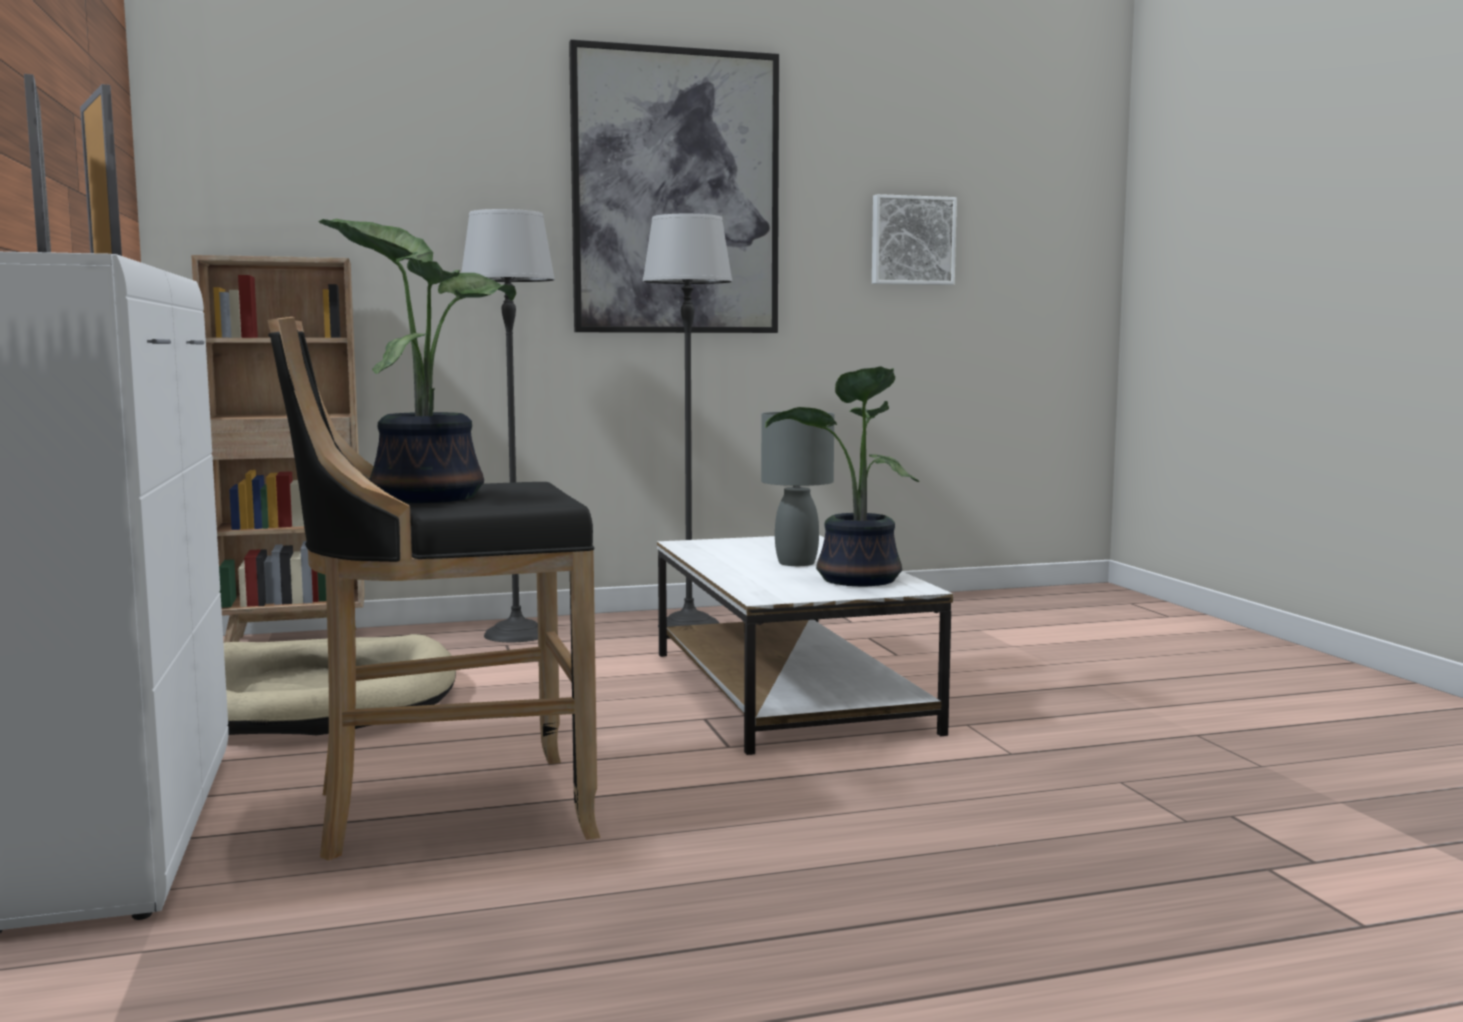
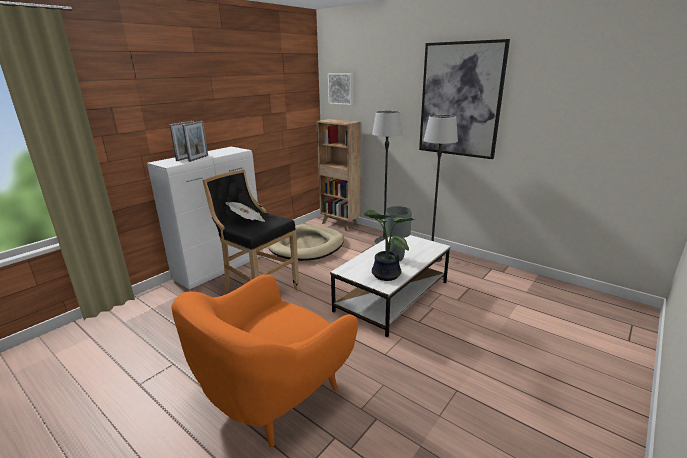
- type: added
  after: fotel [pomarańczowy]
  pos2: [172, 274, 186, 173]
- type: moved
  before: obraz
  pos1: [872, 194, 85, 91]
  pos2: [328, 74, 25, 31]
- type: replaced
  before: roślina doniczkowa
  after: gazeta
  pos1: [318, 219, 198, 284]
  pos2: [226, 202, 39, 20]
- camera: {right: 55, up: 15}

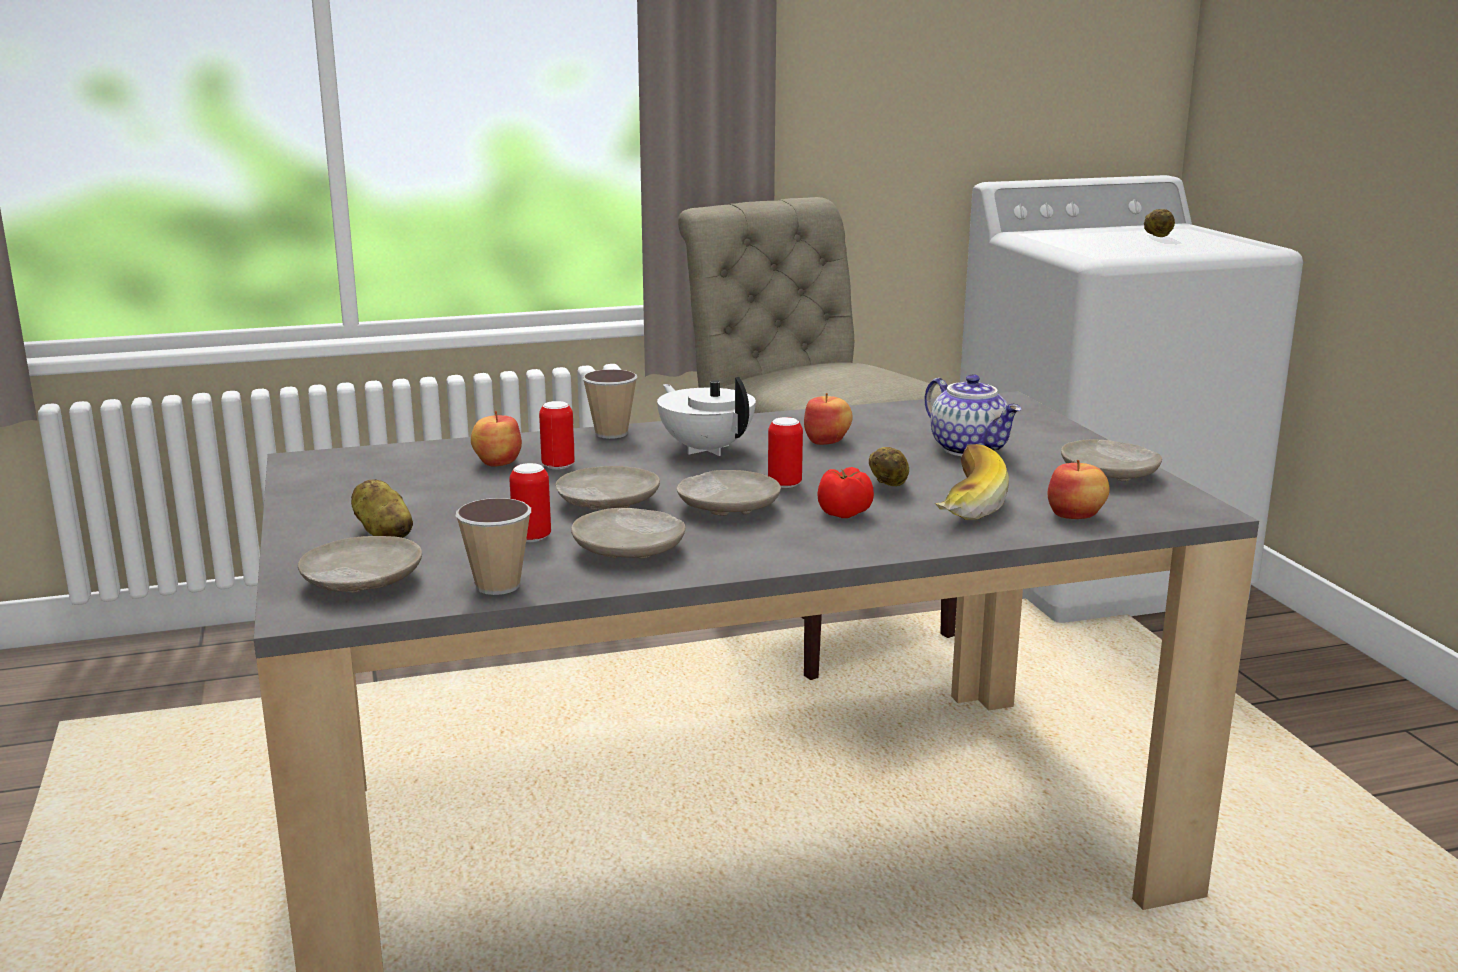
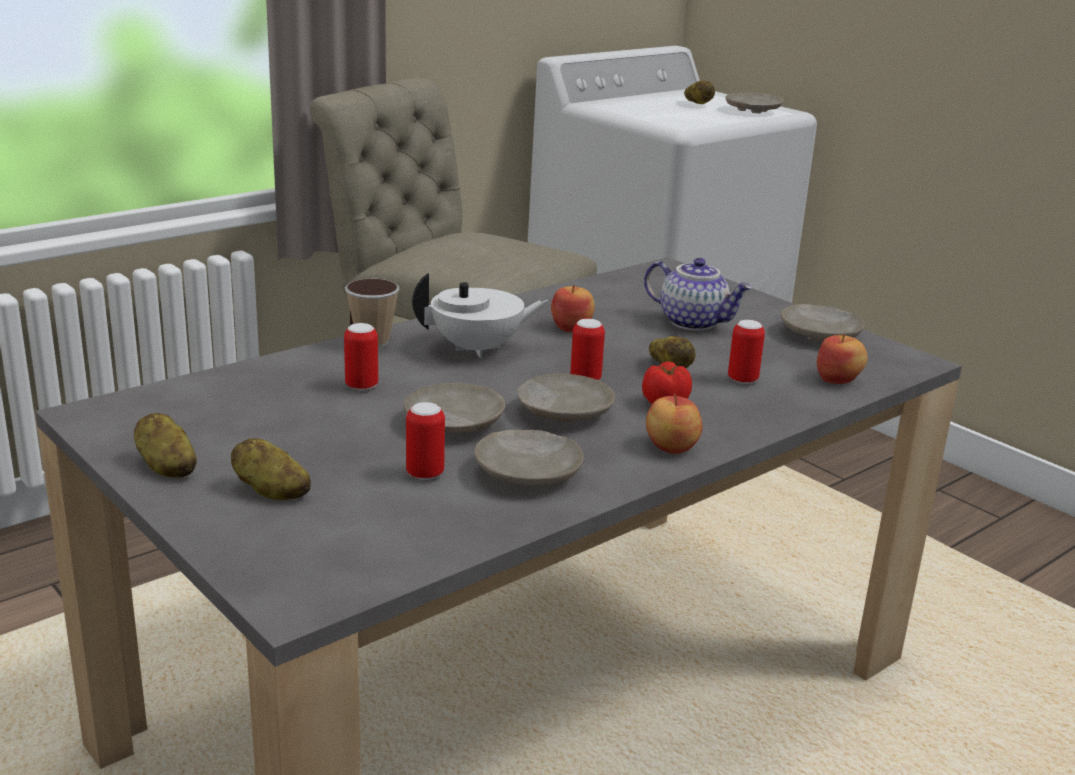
- type: removed
  before: filiżanka
  pos1: [456, 498, 75, 97]
- type: added
  after: ziemniak
  pos2: [134, 413, 63, 65]
- type: moved
  before: talerz [beżowy]
  pos1: [298, 536, 124, 57]
  pos2: [725, 93, 58, 20]
- type: moved
  before: jabłko
  pos1: [471, 411, 51, 56]
  pos2: [646, 394, 56, 60]
- type: replaced
  before: banan
  after: puszka
  pos1: [935, 444, 74, 76]
  pos2: [728, 320, 37, 64]
- type: turned
  before: imbryk [biały]
  pos1: [657, 377, 99, 79]
  pos2: [412, 273, 137, 86]
  turn: 135
- camera: {right: -25, up: 5}

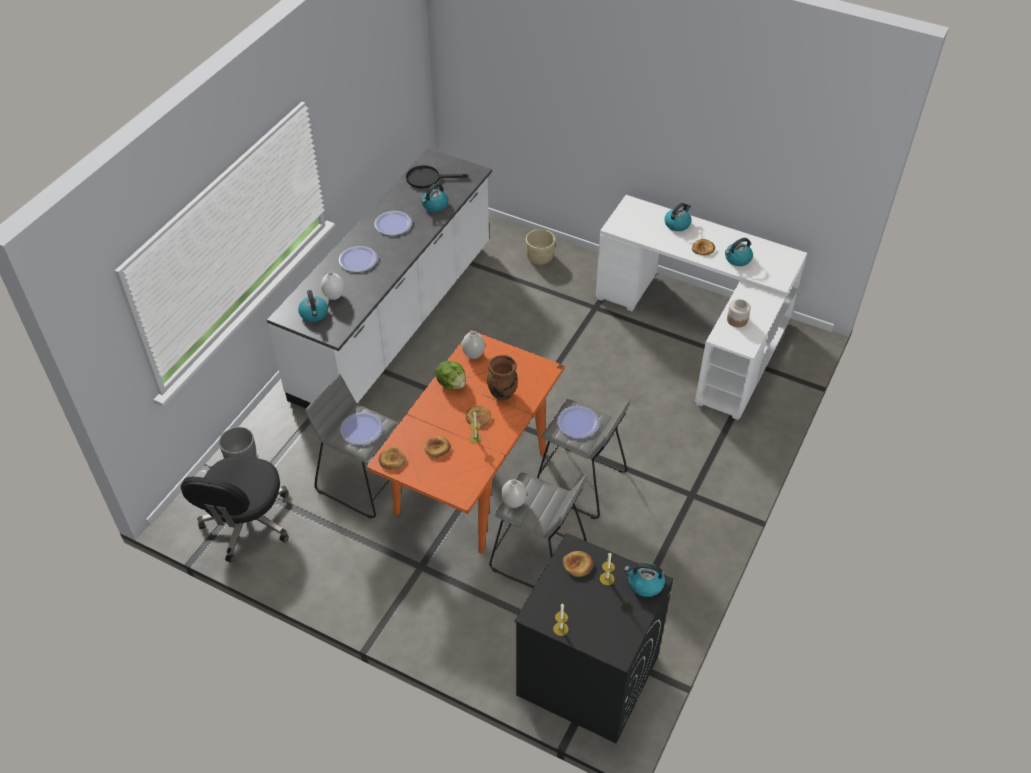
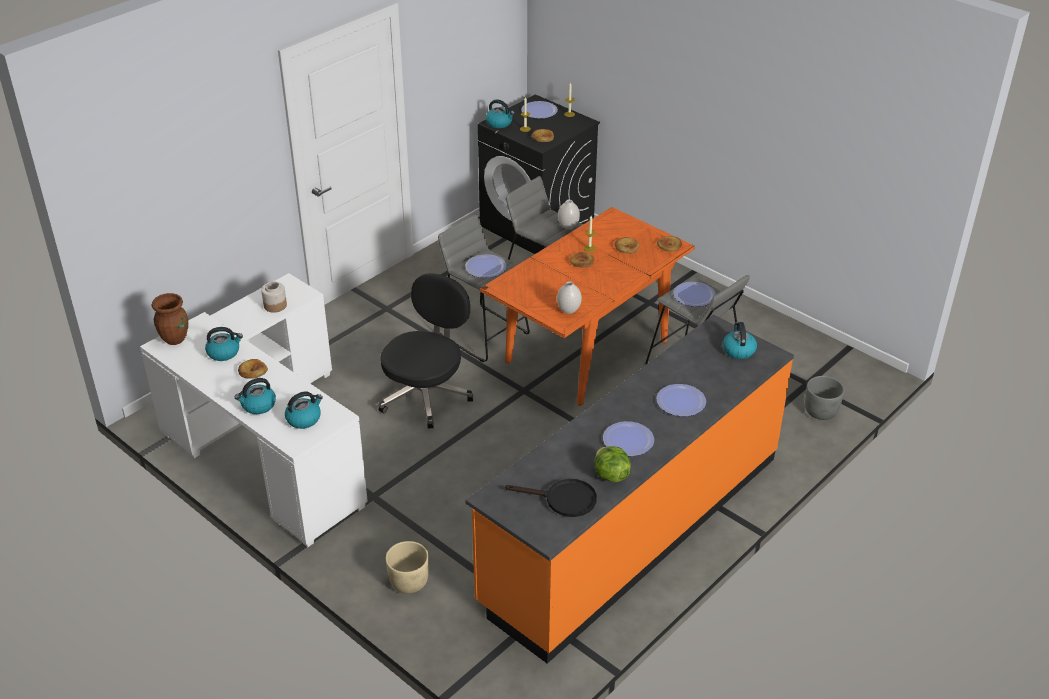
- type: removed
  before: wazon [biały]
  pos1: [321, 272, 23, 28]
- type: added
  after: talerz
  pos2: [521, 101, 37, 18]
- type: moved
  before: krzesło biurowe [czarny]
  pos1: [181, 456, 108, 106]
  pos2: [378, 273, 95, 155]
- type: moved
  before: czajnik
  pos1: [422, 183, 26, 29]
  pos2: [285, 392, 38, 37]
- type: moved
  before: sałata
  pos1: [436, 361, 29, 28]
  pos2: [594, 446, 37, 36]
- type: moved
  before: wazon [brązowy]
  pos1: [487, 355, 31, 46]
  pos2: [151, 293, 37, 52]
- type: recoloured
  before: zabudowa kuchenna [biały]
  after: zabudowa kuchenna [pomarańczowy]
  pos1: [267, 148, 225, 260]
  pos2: [465, 315, 329, 349]
- camera: {right: -165, up: -10}

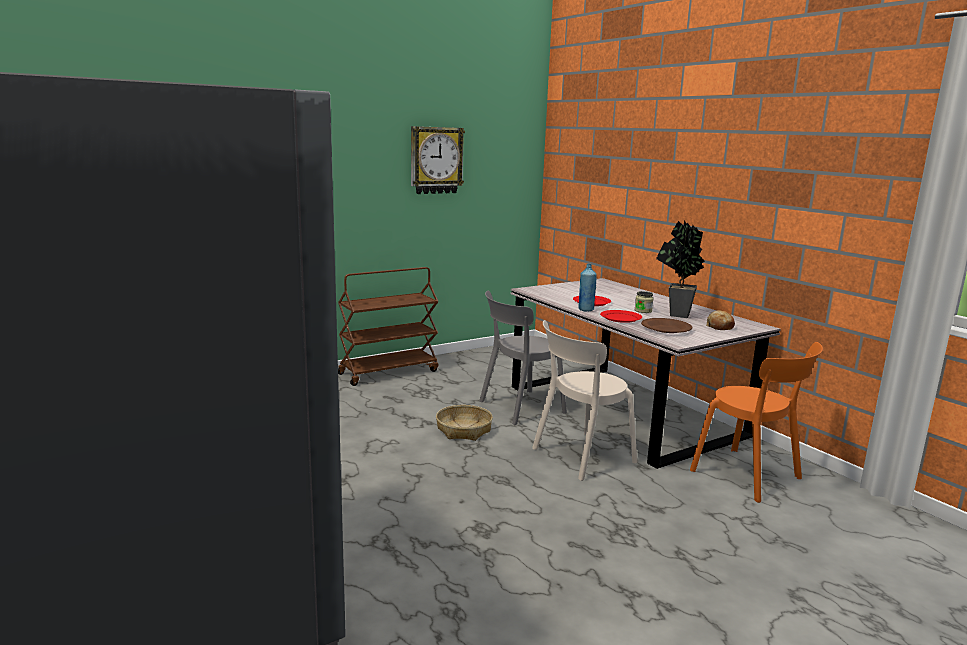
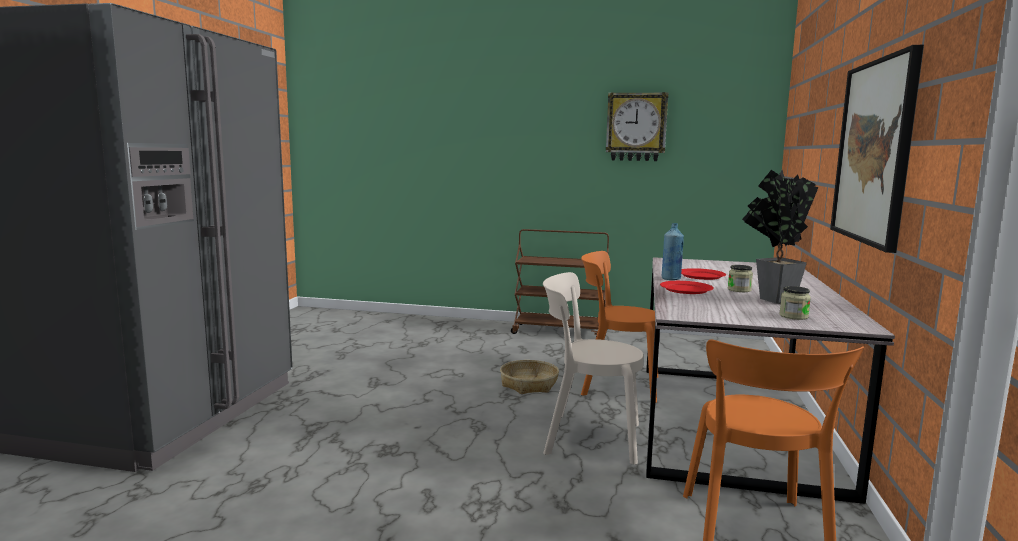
- type: removed
  before: talerz [brązowy]
  pos1: [641, 318, 51, 15]
- type: added
  after: obraz
  pos2: [830, 45, 94, 208]
- type: replaced
  before: chleb
  after: słoik
  pos1: [706, 310, 29, 20]
  pos2: [779, 286, 32, 34]
- type: recoloured
  before: krzesło [szary]
  after: krzesło [pomarańczowy]
  pos1: [479, 291, 88, 134]
  pos2: [581, 251, 77, 152]
- camera: {right: 45, up: -5}

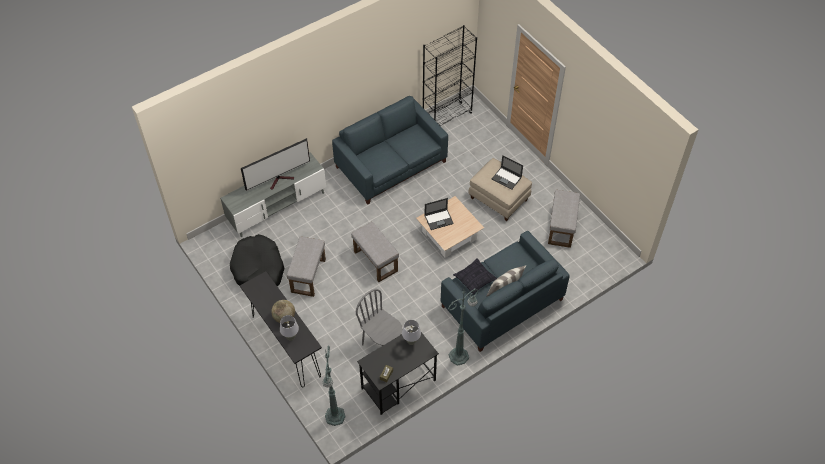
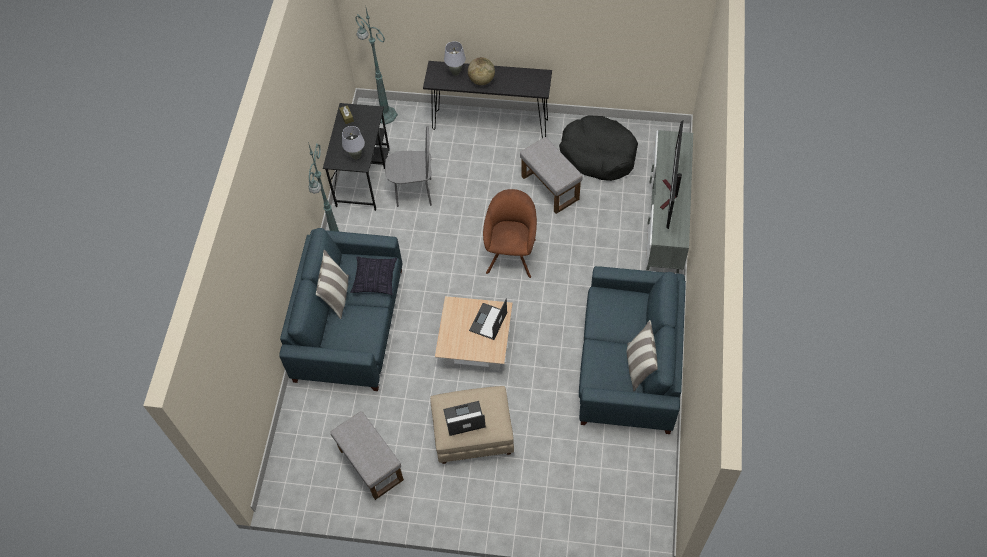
- type: removed
  before: regał [czarny]
  pos1: [423, 25, 54, 101]
- type: added
  after: poduszka
  pos2: [627, 320, 31, 72]
- type: replaced
  before: pufa [szary]
  after: fotel [brązowy]
  pos1: [351, 222, 48, 60]
  pos2: [483, 189, 54, 89]
- camera: {right: 135, up: 5}

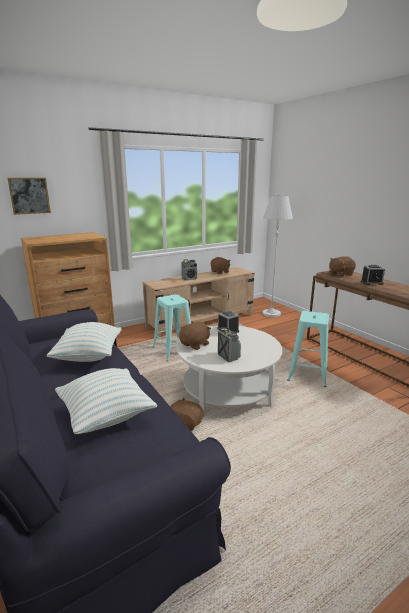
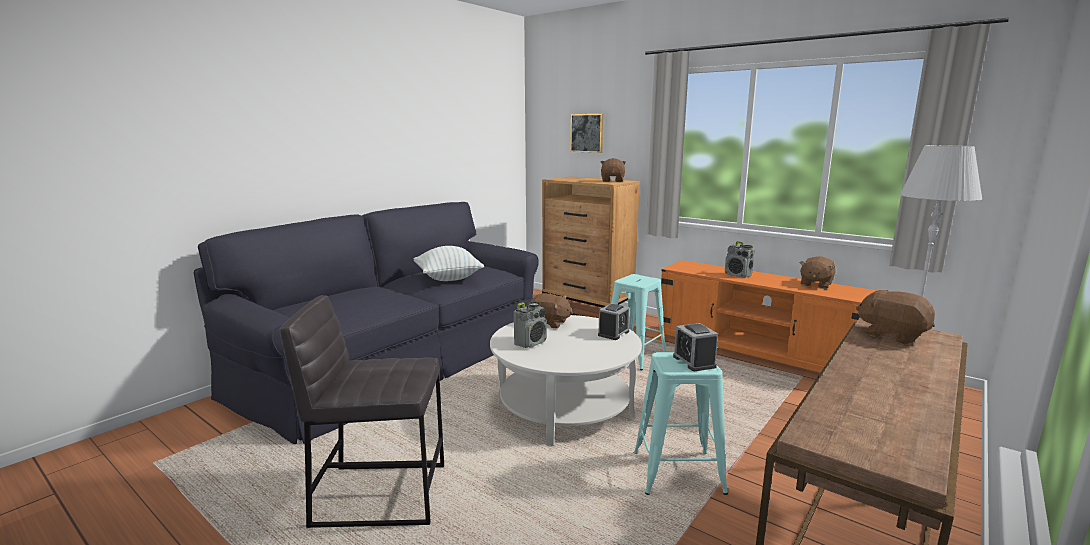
- type: removed
  before: poduszka
  pos1: [55, 368, 102, 66]
- type: added
  after: stołek [szary]
  pos2: [280, 295, 164, 233]
- type: moved
  before: pluszak [brązowy]
  pos1: [170, 397, 33, 34]
  pos2: [601, 158, 25, 24]
- type: moved
  before: budzik
  pos1: [361, 265, 24, 20]
  pos2: [673, 323, 45, 48]
- type: recoloured
  before: szafka pod telewizor [beżowy]
  after: szafka pod telewizor [pomarańczowy]
  pos1: [143, 267, 112, 71]
  pos2: [658, 260, 219, 113]
- camera: {right: 70, up: -5}

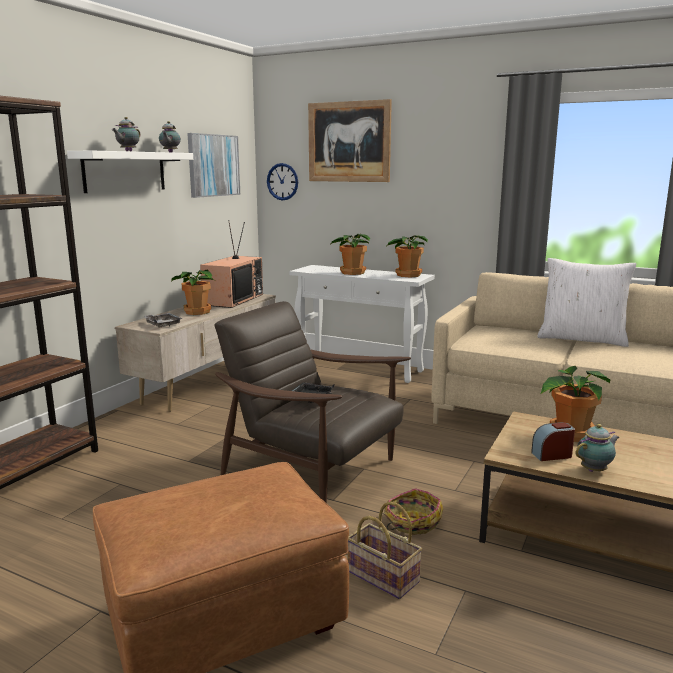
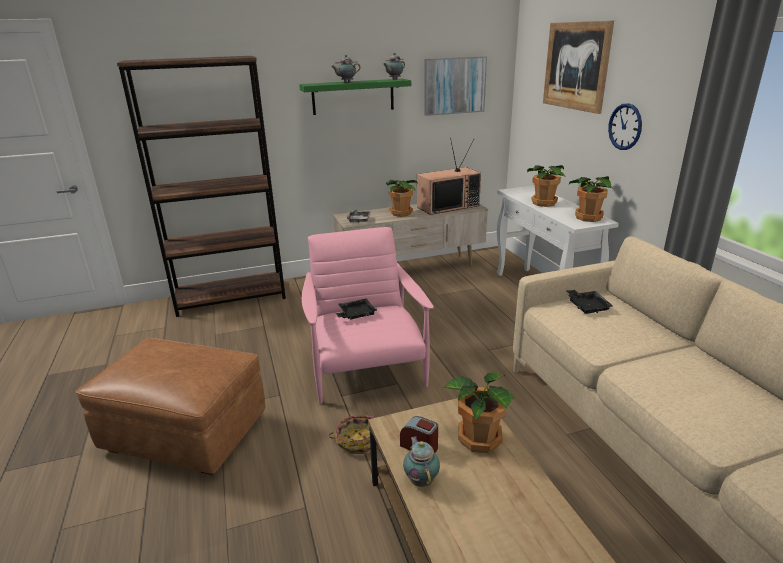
- type: removed
  before: koszyk
  pos1: [348, 502, 74, 97]
- type: removed
  before: poduszka [biały]
  pos1: [537, 258, 99, 89]
- type: added
  after: taca [czarny]
  pos2: [566, 290, 47, 24]
- type: moved
  before: zegar ścienny
  pos1: [267, 163, 31, 38]
  pos2: [608, 103, 34, 47]
- type: recoloured
  before: półka [biały]
  after: półka [zielony]
  pos1: [67, 150, 126, 43]
  pos2: [299, 79, 112, 36]
- type: recoloured
  before: fotel [brązowy]
  after: fotel [różowy]
  pos1: [215, 301, 196, 202]
  pos2: [302, 227, 132, 177]
- type: turned
  before: imbryk
  pos1: [576, 424, 44, 48]
  pos2: [403, 436, 37, 51]
  turn: -120
- camera: {right: 45, up: 10}

